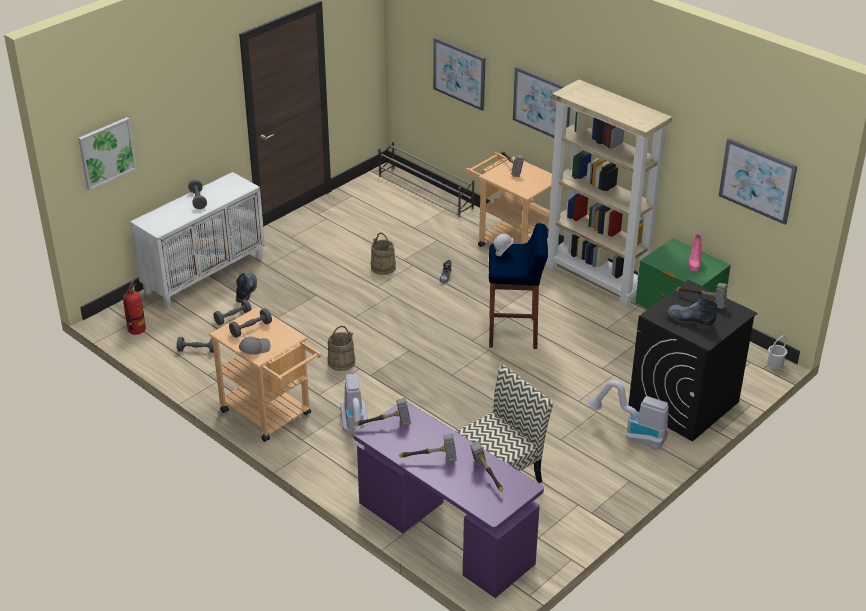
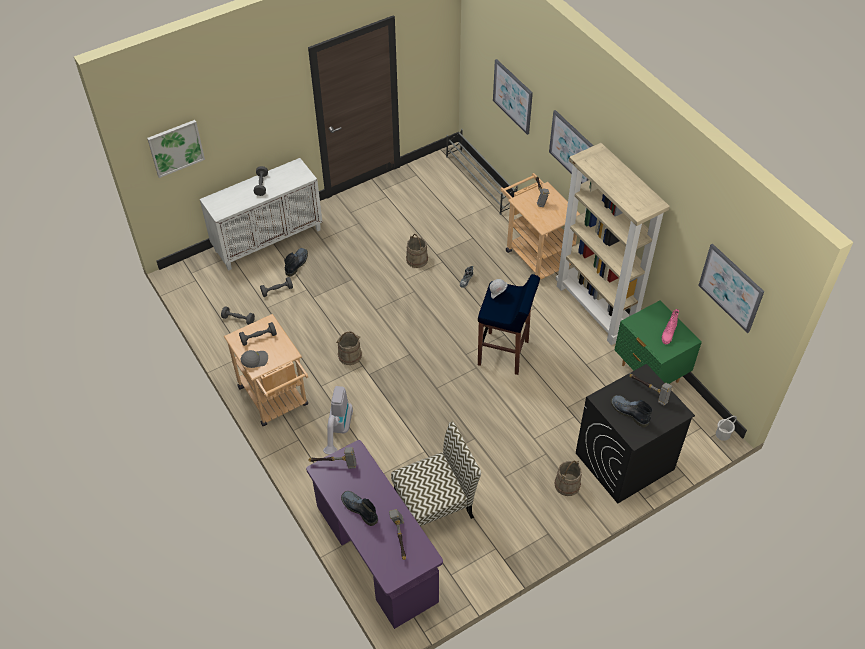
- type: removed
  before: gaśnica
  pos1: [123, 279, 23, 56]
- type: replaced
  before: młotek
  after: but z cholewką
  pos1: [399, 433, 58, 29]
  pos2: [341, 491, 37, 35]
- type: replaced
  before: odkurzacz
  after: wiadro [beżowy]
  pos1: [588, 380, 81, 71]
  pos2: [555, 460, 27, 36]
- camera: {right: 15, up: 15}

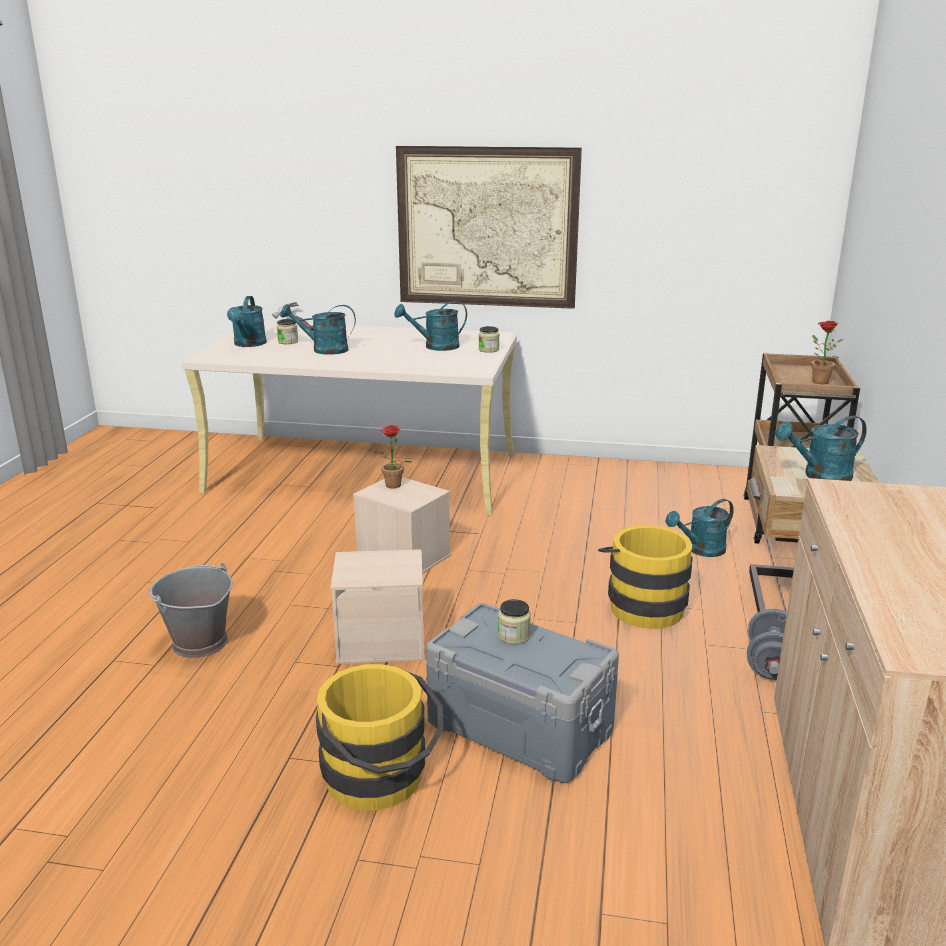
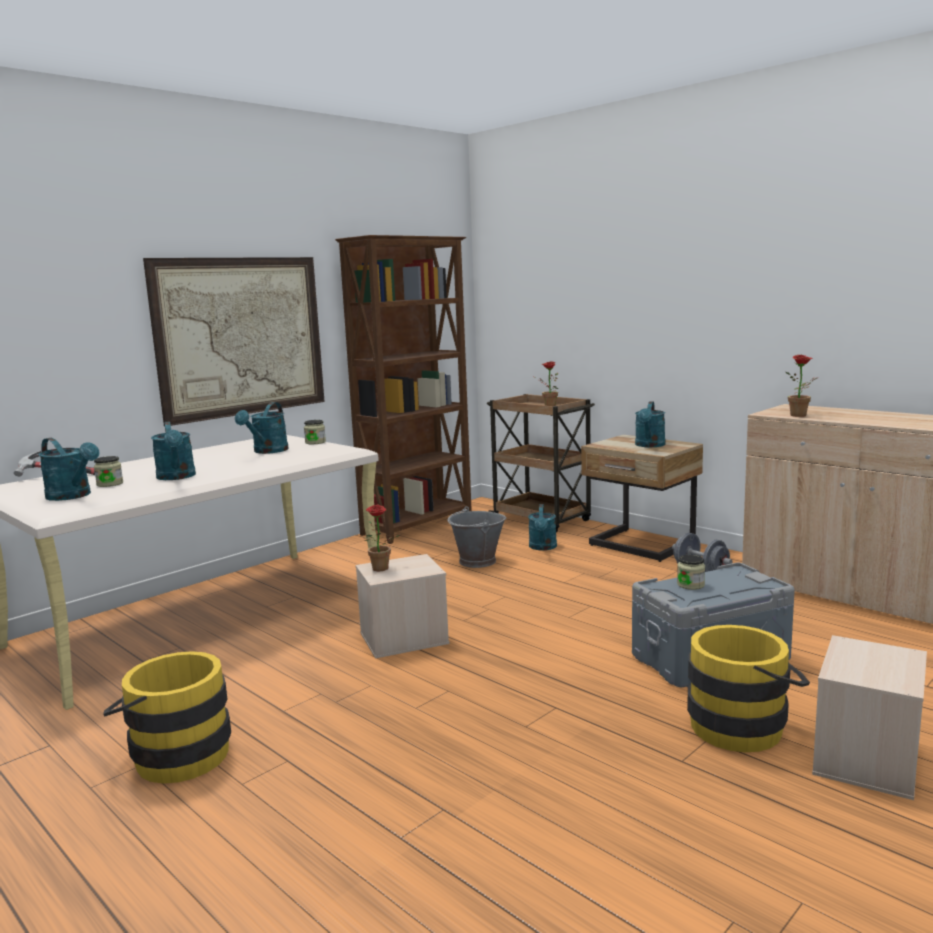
- type: added
  after: regał [brązowy]
  pos2: [335, 235, 137, 309]
- type: added
  after: roślina doniczkowa
  pos2: [786, 355, 33, 62]
- type: moved
  before: wiadro [szary]
  pos1: [148, 563, 84, 95]
  pos2: [448, 506, 58, 62]
- type: moved
  before: pojemnik do przechowywania [beżowy]
  pos1: [330, 549, 95, 115]
  pos2: [812, 635, 115, 165]
- type: moved
  before: wiadro [żółty]
  pos1: [598, 525, 96, 104]
  pos2: [103, 651, 128, 132]
- type: turned
  before: konewka [turkusowy]
  pos1: [280, 304, 76, 51]
  pos2: [151, 421, 45, 59]
  turn: -60
- camera: {right: -55, up: -10}

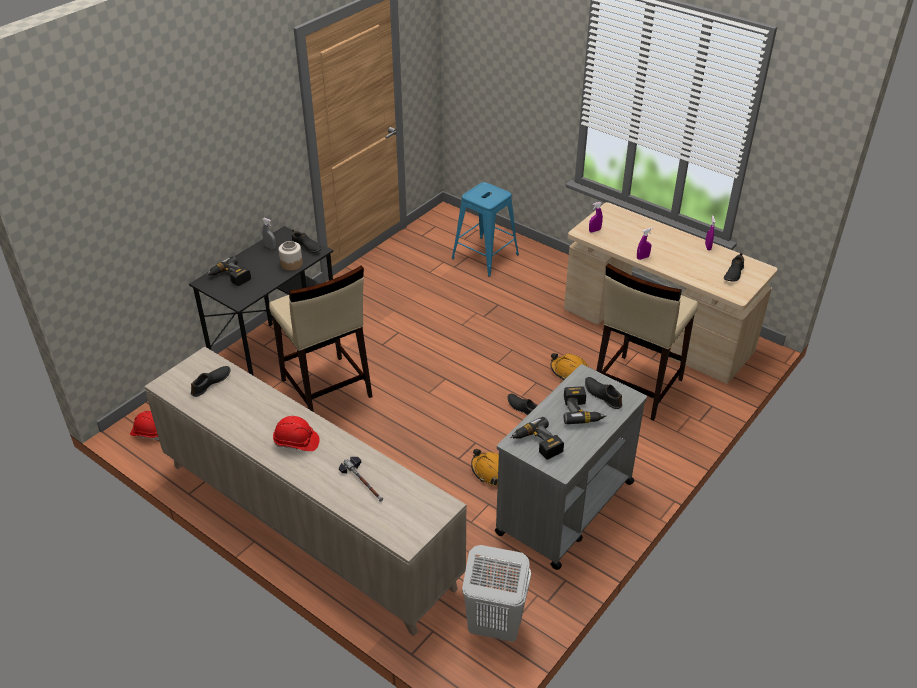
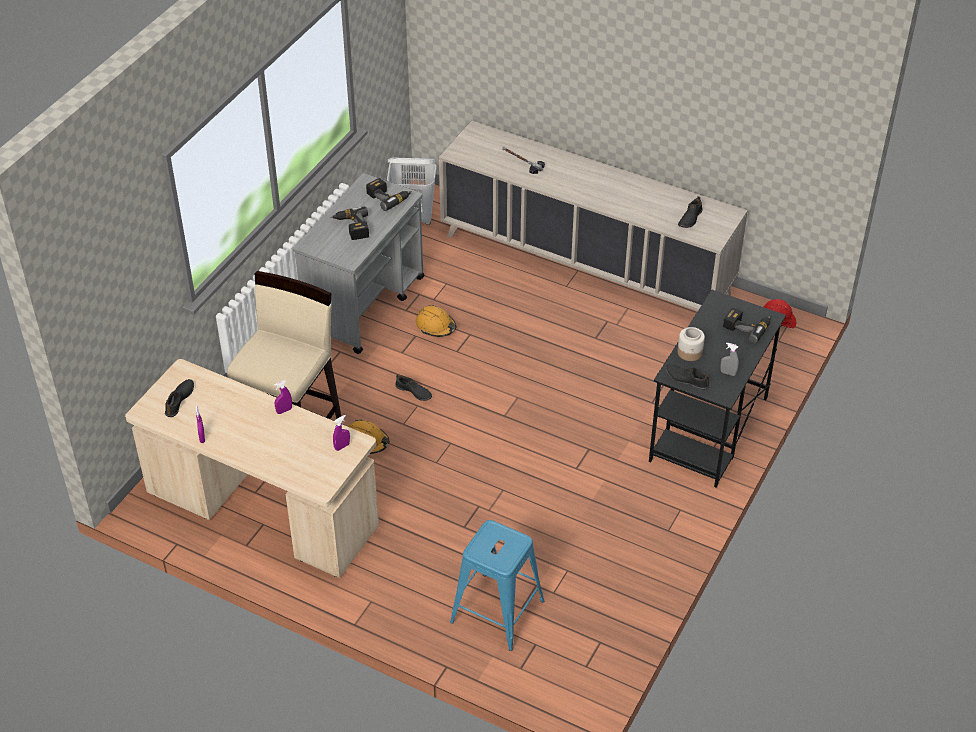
- type: removed
  before: stołek [beżowy]
  pos1: [269, 265, 103, 147]
- type: removed
  before: kask [czerwony]
  pos1: [273, 416, 47, 35]
- type: removed
  before: but [czarny]
  pos1: [585, 377, 37, 32]
- camera: {right: 170, up: 5}

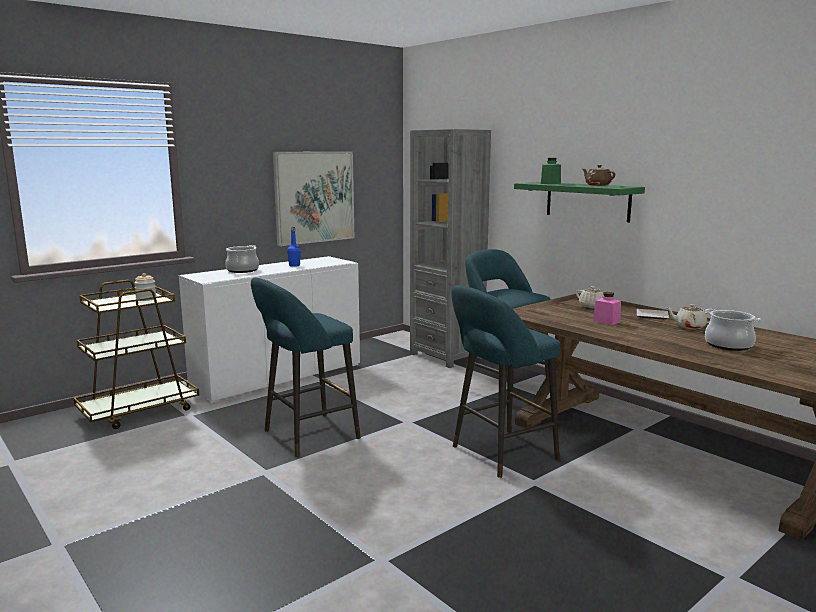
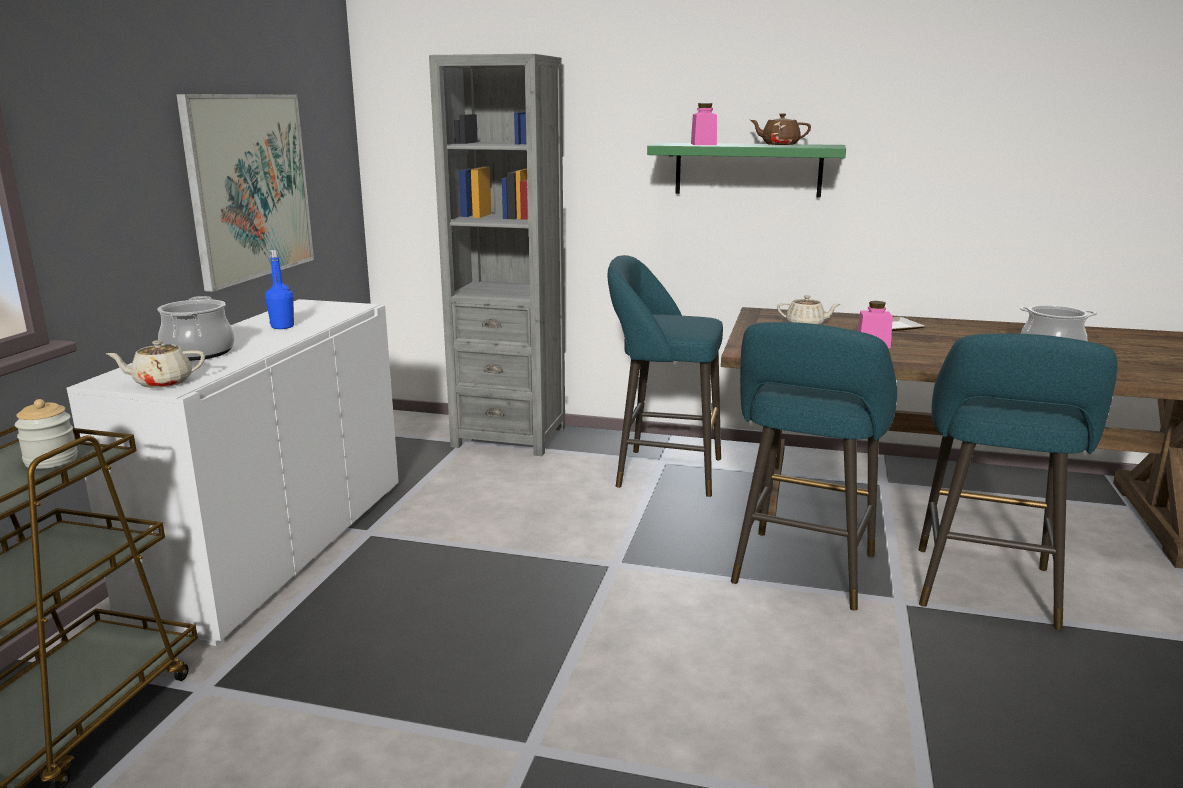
- type: moved
  before: stołek [turkusowy]
  pos1: [251, 277, 110, 180]
  pos2: [918, 334, 199, 296]
- type: moved
  before: imbryk [beżowy]
  pos1: [665, 304, 45, 25]
  pos2: [106, 340, 99, 48]
- type: recoloured
  before: słoik [zielony]
  after: słoik [różowy]
  pos1: [541, 158, 20, 26]
  pos2: [691, 103, 26, 42]
- camera: {right: -35, up: 5}

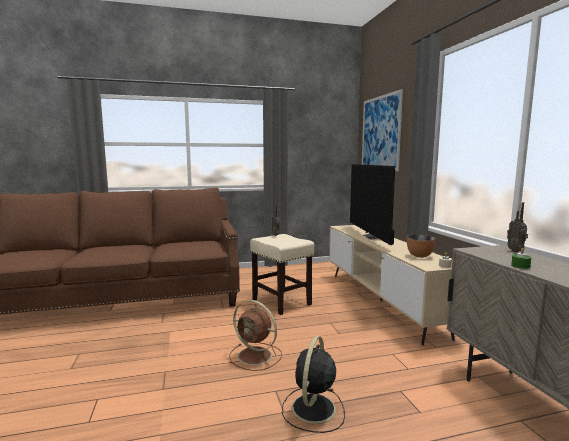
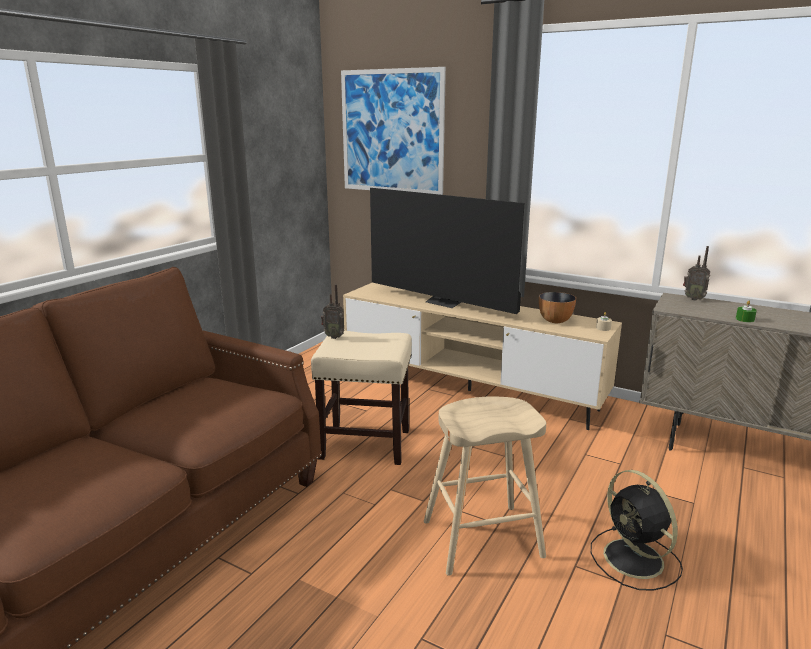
- type: replaced
  before: wentylator [brązowy]
  after: stołek [beżowy]
  pos1: [229, 300, 53, 71]
  pos2: [424, 396, 122, 180]
- camera: {right: -45, up: 10}

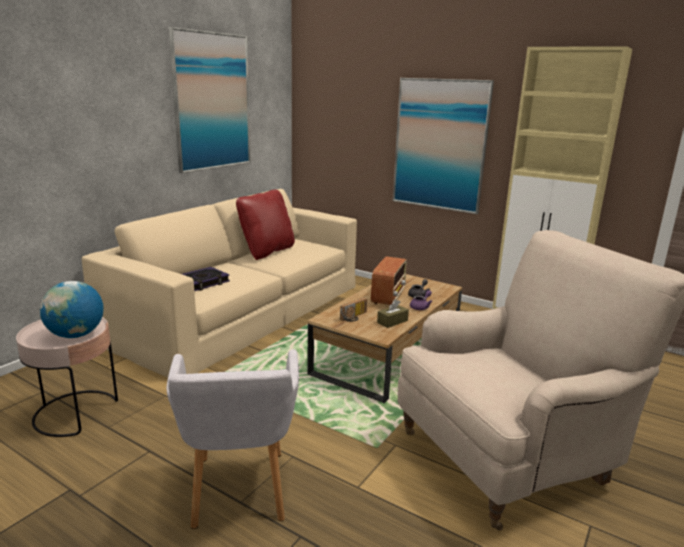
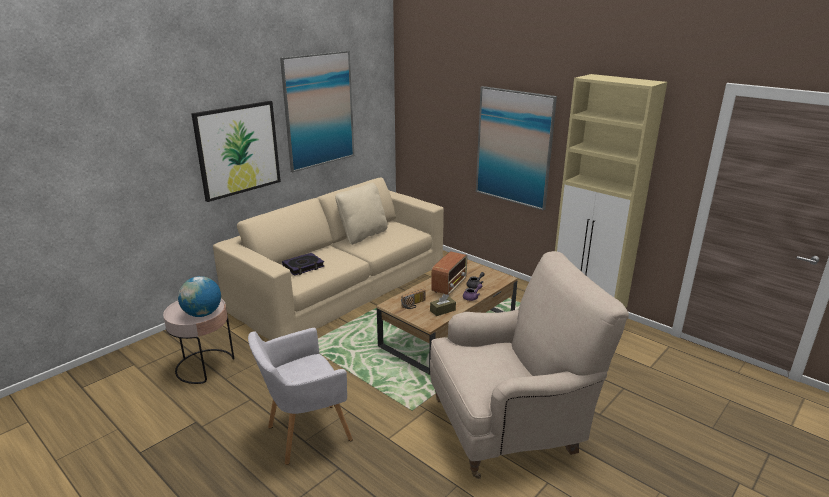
- type: added
  after: obraz
  pos2: [191, 101, 90, 101]
- type: recoloured
  before: poduszka [czerwony]
  after: poduszka [beżowy]
  pos1: [236, 189, 59, 71]
  pos2: [335, 183, 53, 62]
- type: turned
  before: fotel [szary]
  pos1: [166, 349, 133, 180]
  pos2: [248, 328, 105, 137]
  turn: 60
- camera: {right: 10, up: 5}

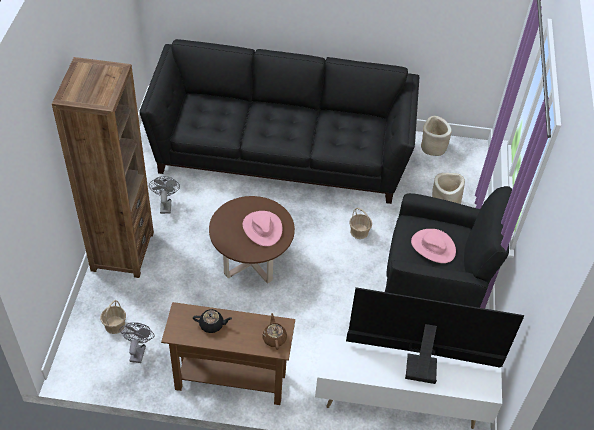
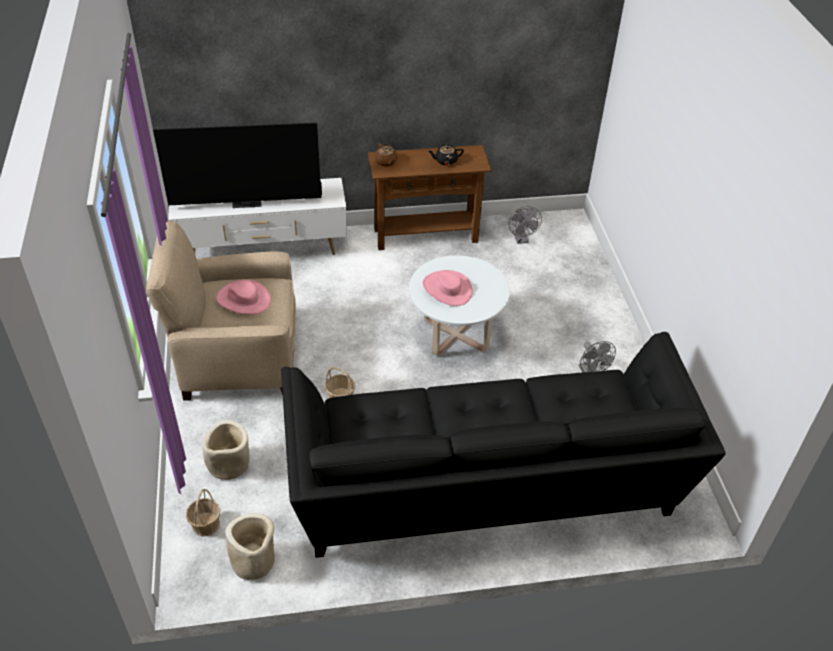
- type: removed
  before: regał [brązowy]
  pos1: [52, 57, 102, 221]
- type: moved
  before: koszyk
  pos1: [100, 300, 26, 34]
  pos2: [186, 489, 35, 47]
- type: recoloured
  before: ława [brązowy]
  after: ława [biały]
  pos1: [209, 196, 86, 87]
  pos2: [409, 255, 101, 102]
- type: recoloured
  before: fotel [czarny]
  after: fotel [beżowy]
  pos1: [385, 186, 127, 122]
  pos2: [146, 220, 150, 181]
- camera: {right: 165, up: -5}

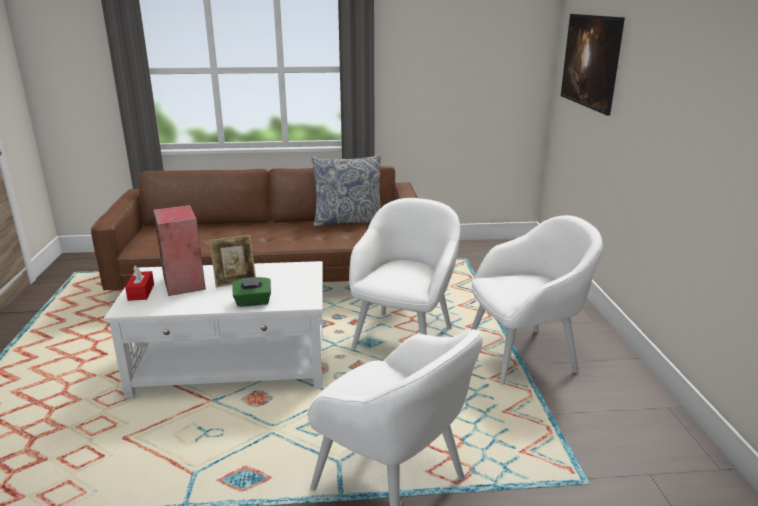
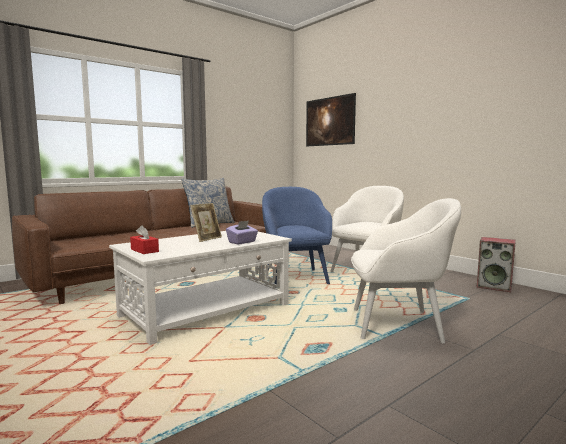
- type: moved
  before: głośnik
  pos1: [153, 205, 53, 91]
  pos2: [477, 237, 39, 55]
- type: recoloured
  before: pudełko chusteczek [zielony]
  after: pudełko chusteczek [fioletowy]
  pos1: [233, 277, 38, 30]
  pos2: [226, 220, 32, 24]
- type: recoloured
  before: fotel [biały]
  after: fotel [niebieski]
  pos1: [349, 198, 111, 152]
  pos2: [262, 187, 70, 101]
- camera: {right: -35, up: -15}

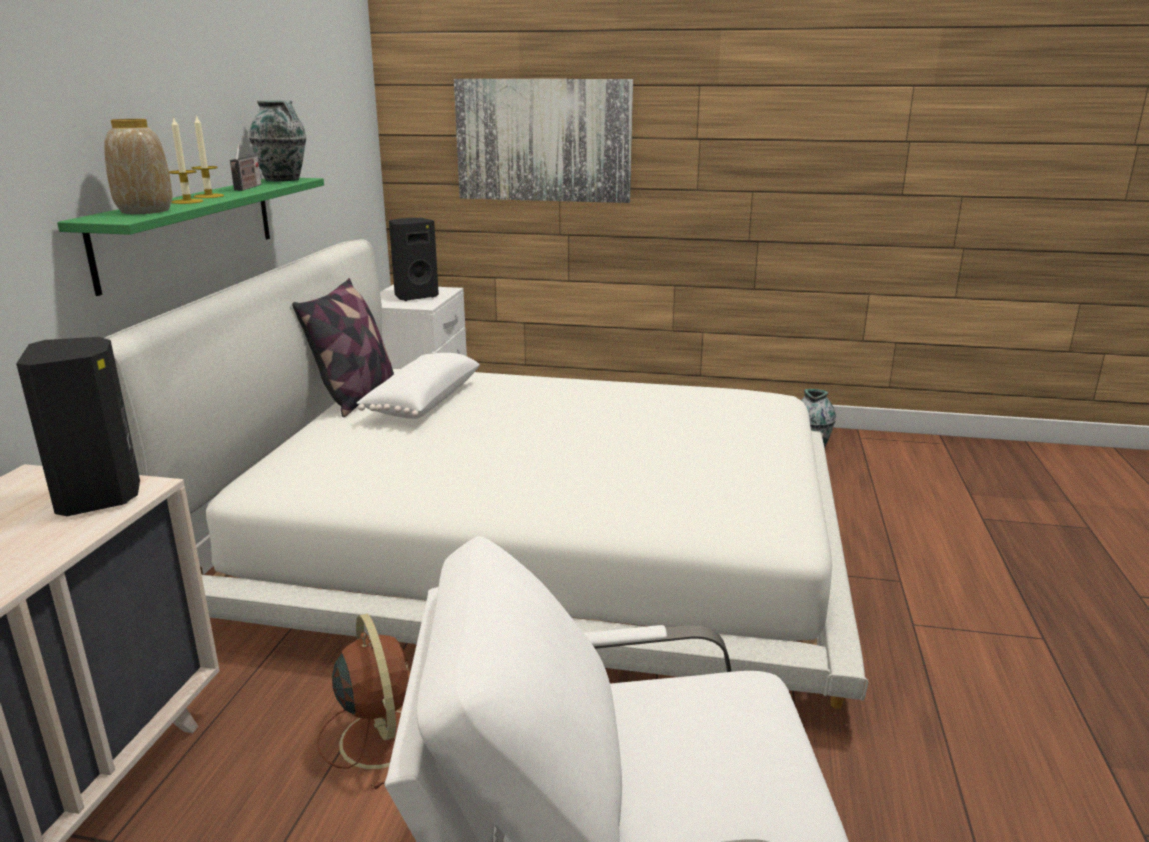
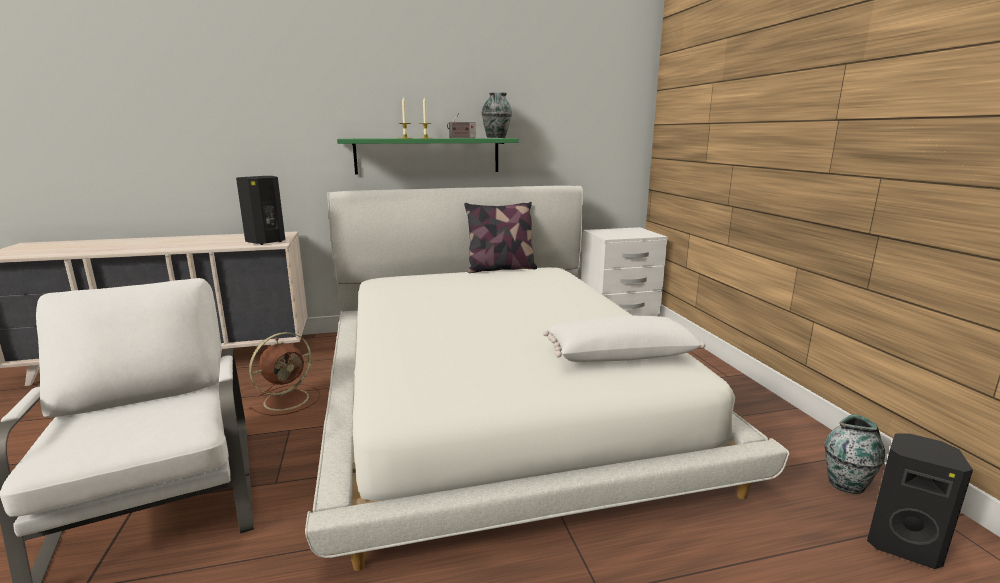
- type: removed
  before: wazon
  pos1: [104, 119, 68, 95]
- type: removed
  before: obraz
  pos1: [454, 79, 179, 124]
- type: moved
  before: poduszka [biały]
  pos1: [357, 353, 123, 66]
  pos2: [543, 316, 162, 46]
- type: moved
  before: głośnik [czarny]
  pos1: [389, 218, 50, 83]
  pos2: [867, 433, 106, 136]
- camera: {right: 65, up: -5}

